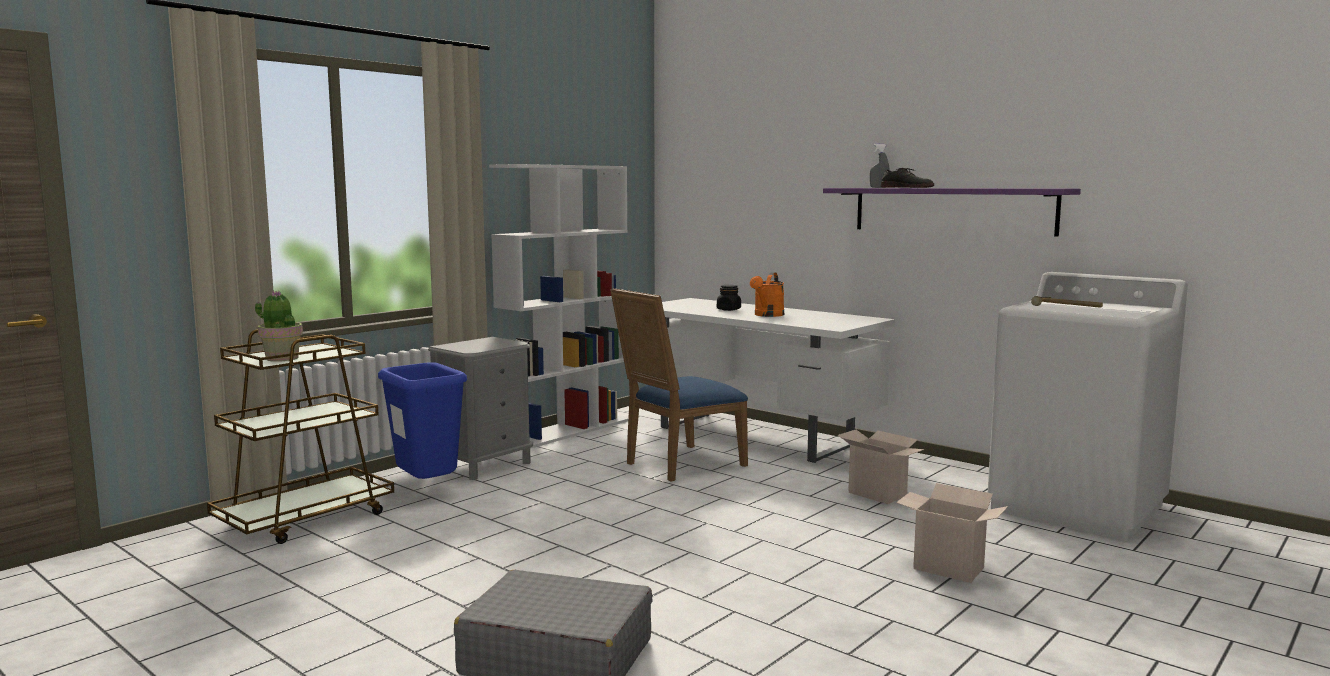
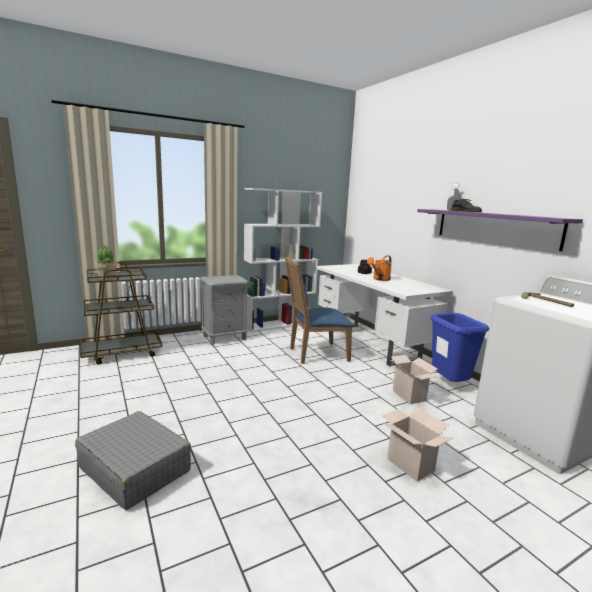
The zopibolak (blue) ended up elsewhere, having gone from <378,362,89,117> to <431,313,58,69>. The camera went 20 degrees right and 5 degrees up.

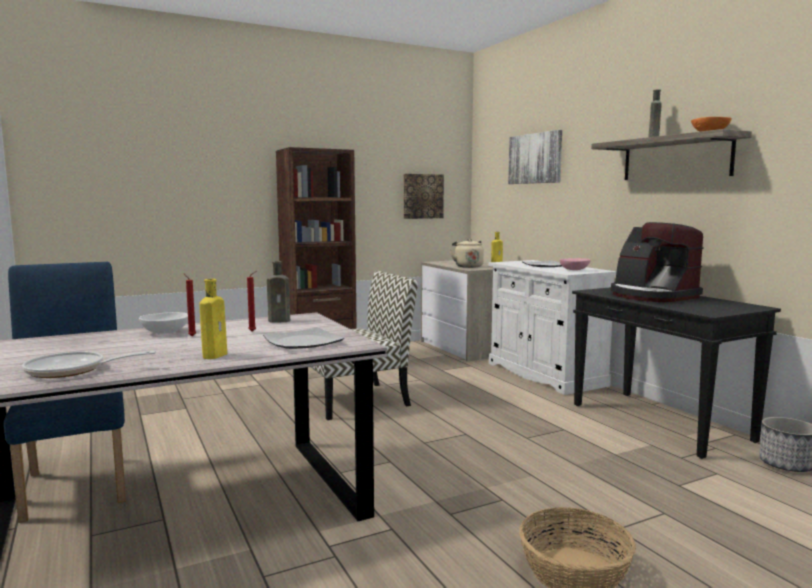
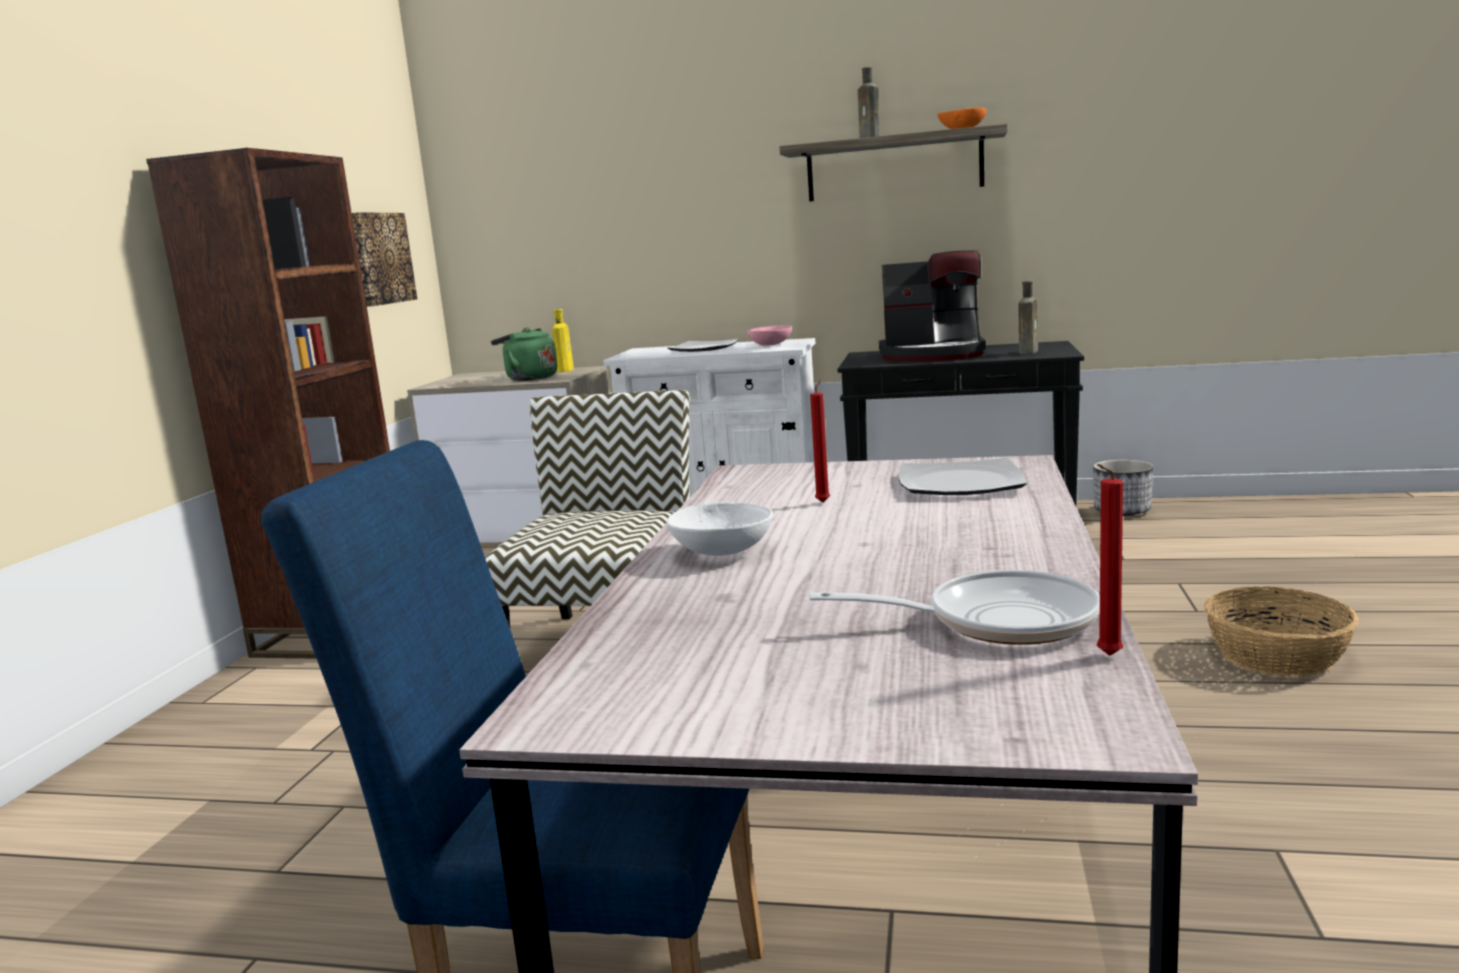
What was the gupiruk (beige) at <450,239,34,29> turned into the gupiruk (green) at <491,327,66,54>. The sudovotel at <22,351,134,27> ended up facing another way, 120 degrees counterclockwise from before. The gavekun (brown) ended up elsewhere, having gone from <267,261,23,62> to <1018,281,20,73>. The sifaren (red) ended up elsewhere, having gone from <184,274,12,62> to <1097,464,26,192>. The second view lost the gavekun (yellow) at <200,279,27,80>. The second view lost the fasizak at <508,130,54,54>. The camera went 50 degrees left and 5 degrees up.

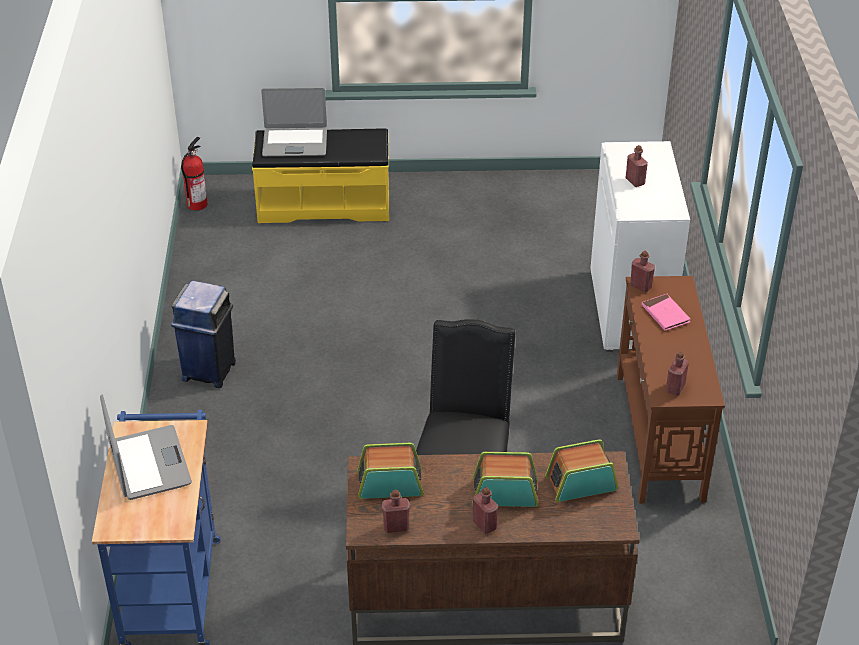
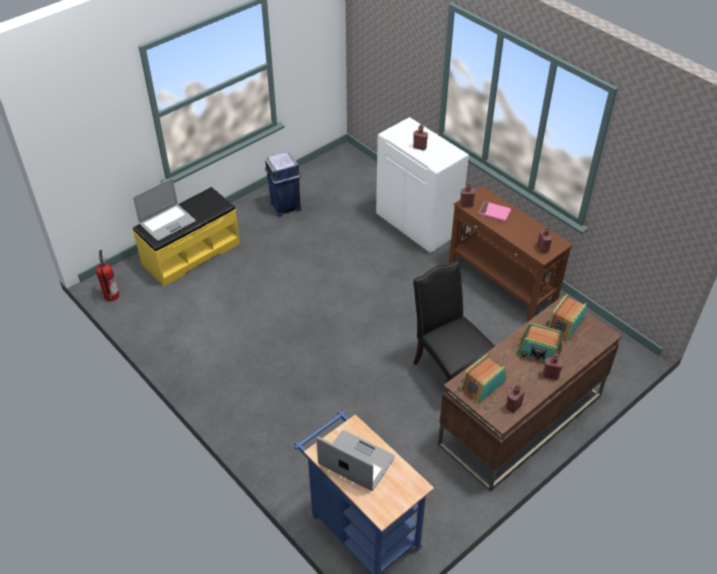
The zopibolak (blue) ended up elsewhere, having gone from <171,281,65,107> to <265,152,36,65>. The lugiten at <472,452,67,55> ended up facing another way, 120 degrees counterclockwise from before. The camera went 40 degrees left and 5 degrees up.

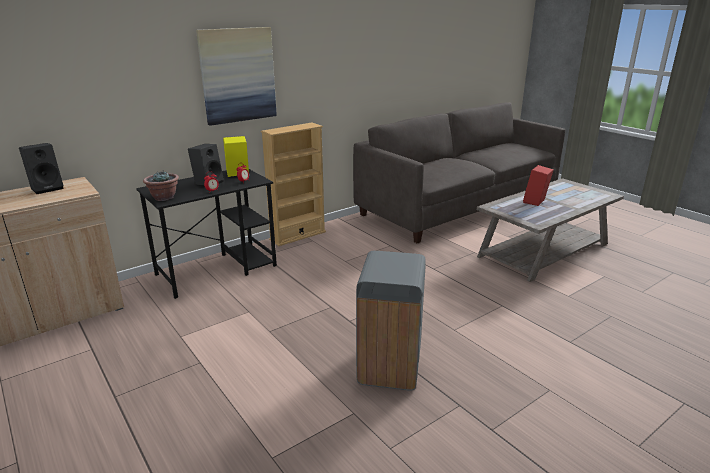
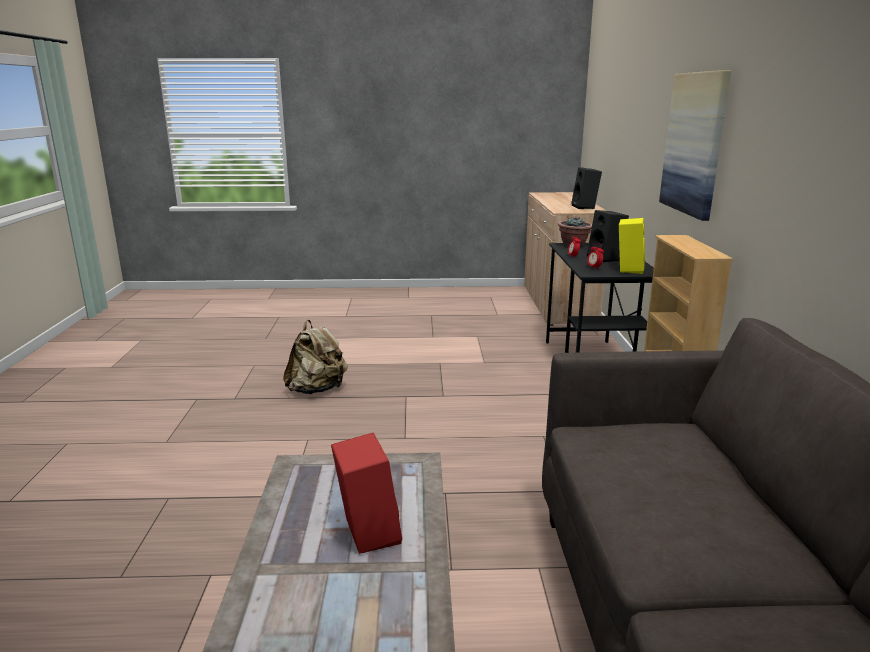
Where the zopibolak (grey) stood at <356,251,70,139>, the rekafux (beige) came to stand at <283,320,65,74>. The camera went 125 degrees right and 5 degrees down.

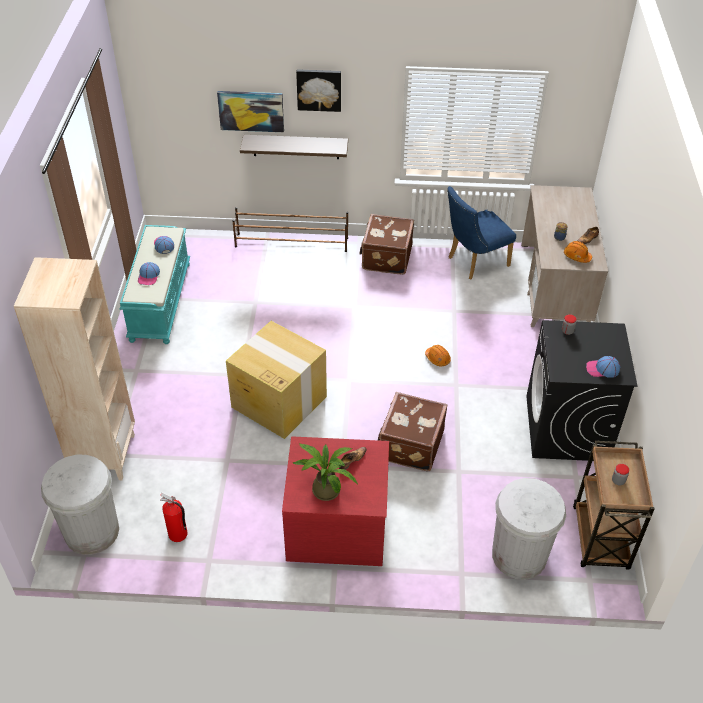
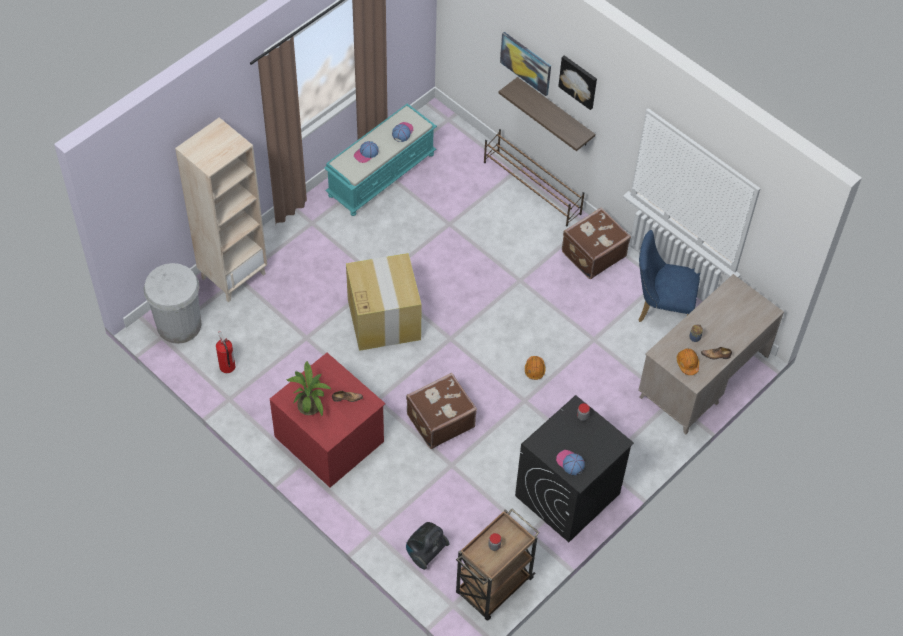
Where the zopibolak (white) stood at <492,478,74,102>, the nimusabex came to stand at <406,522,44,48>. The camera went 40 degrees right and 10 degrees up.

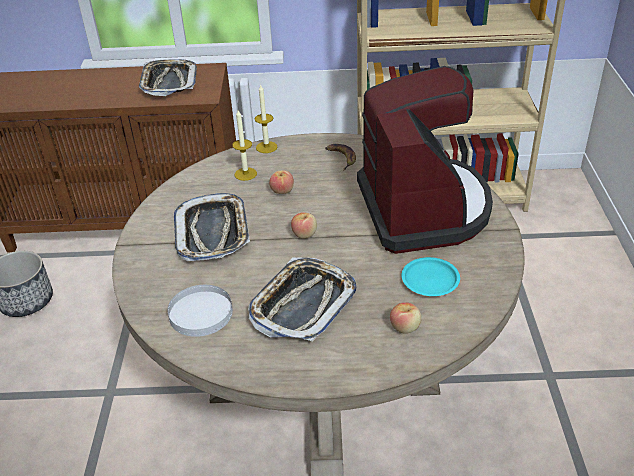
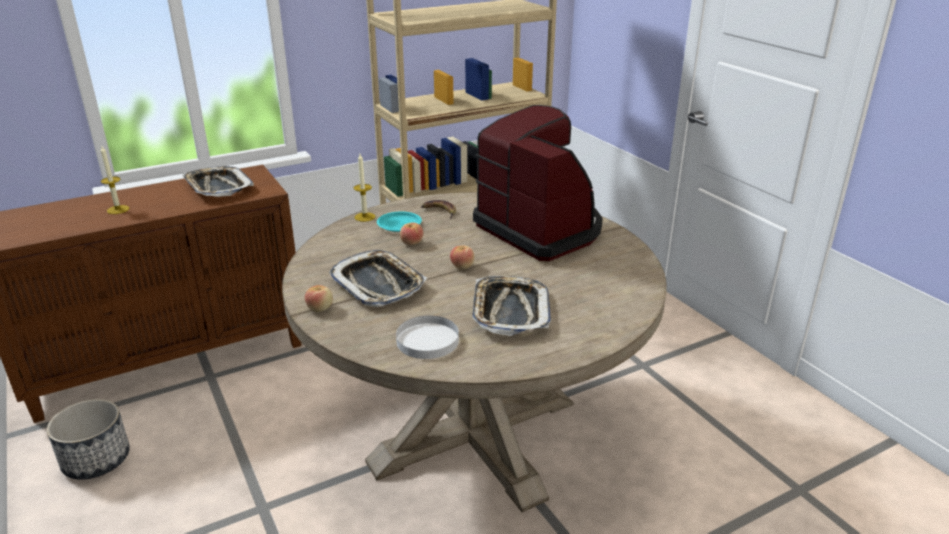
The sifaren ended up elsewhere, having gone from <232,110,25,71> to <101,146,29,68>. The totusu ended up elsewhere, having gone from <390,302,31,32> to <305,285,28,27>. The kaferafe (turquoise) ended up elsewhere, having gone from <402,257,58,39> to <377,211,45,21>. The camera went 30 degrees left and 10 degrees down.

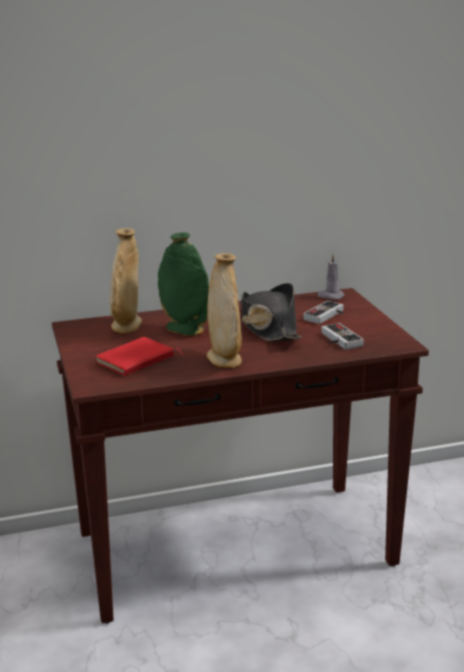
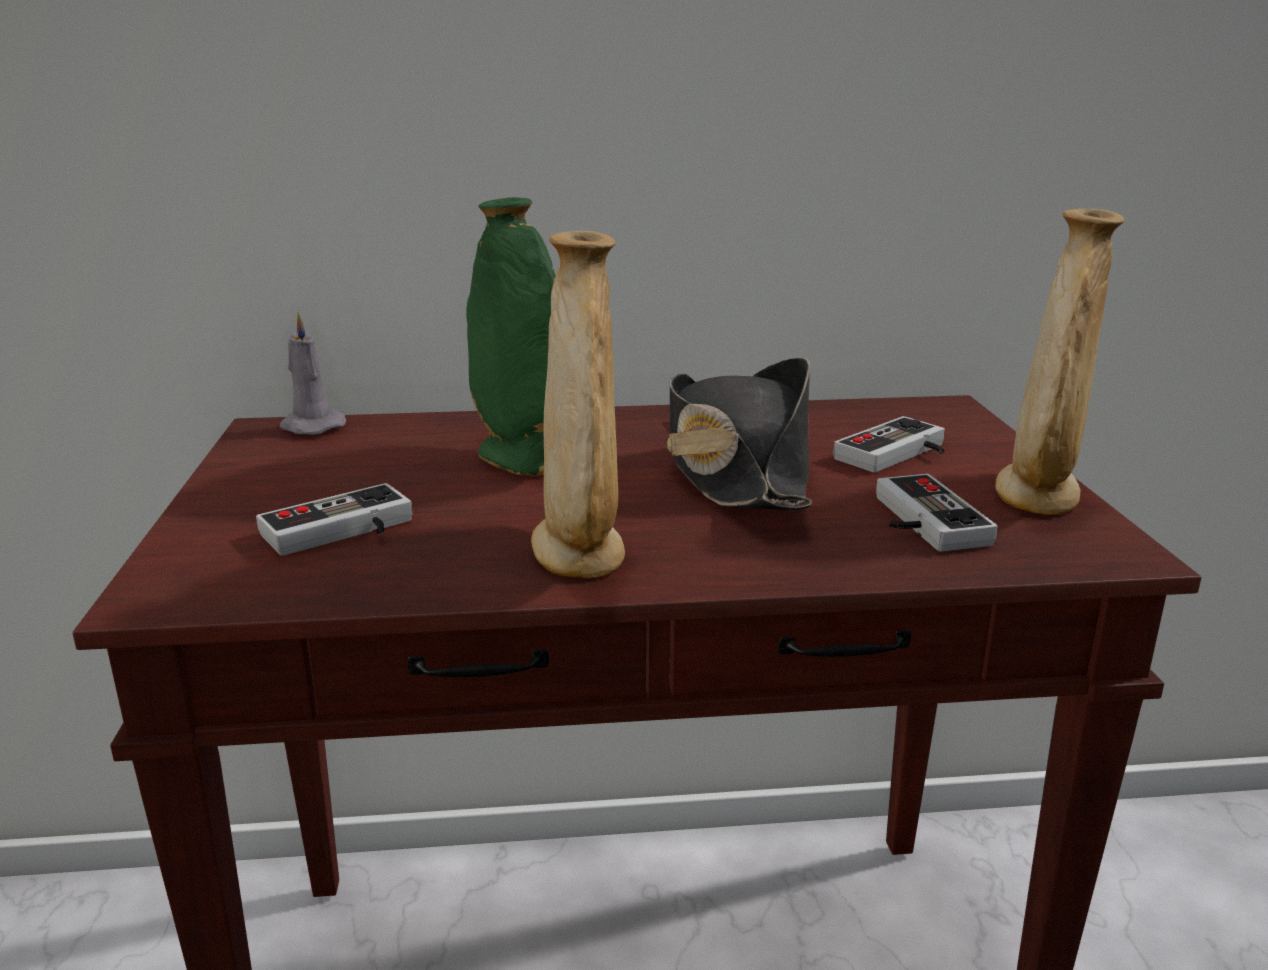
Where the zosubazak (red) stood at <95,337,89,39>, the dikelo came to stand at <256,483,156,73>. The sifaren (grey) ended up elsewhere, having gone from <317,254,28,46> to <279,312,67,123>. The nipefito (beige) ended up elsewhere, having gone from <110,228,32,106> to <995,209,130,306>. The camera went 10 degrees right and 0 degrees up.

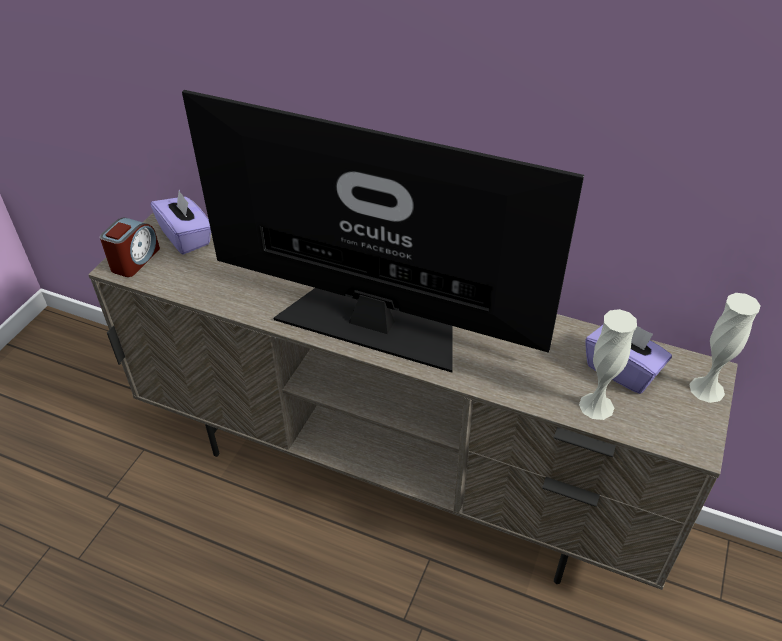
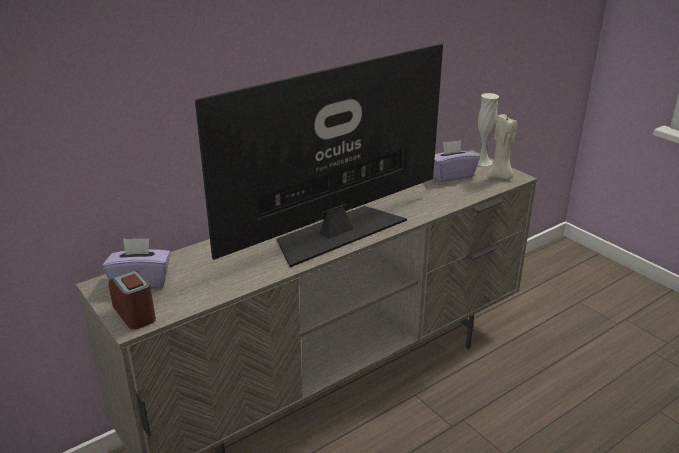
The second view gained the sifaren (beige) at <487,114,30,65>. The second view lost the nipefito (white) at <579,309,58,111>. The camera went 60 degrees left and 15 degrees down.

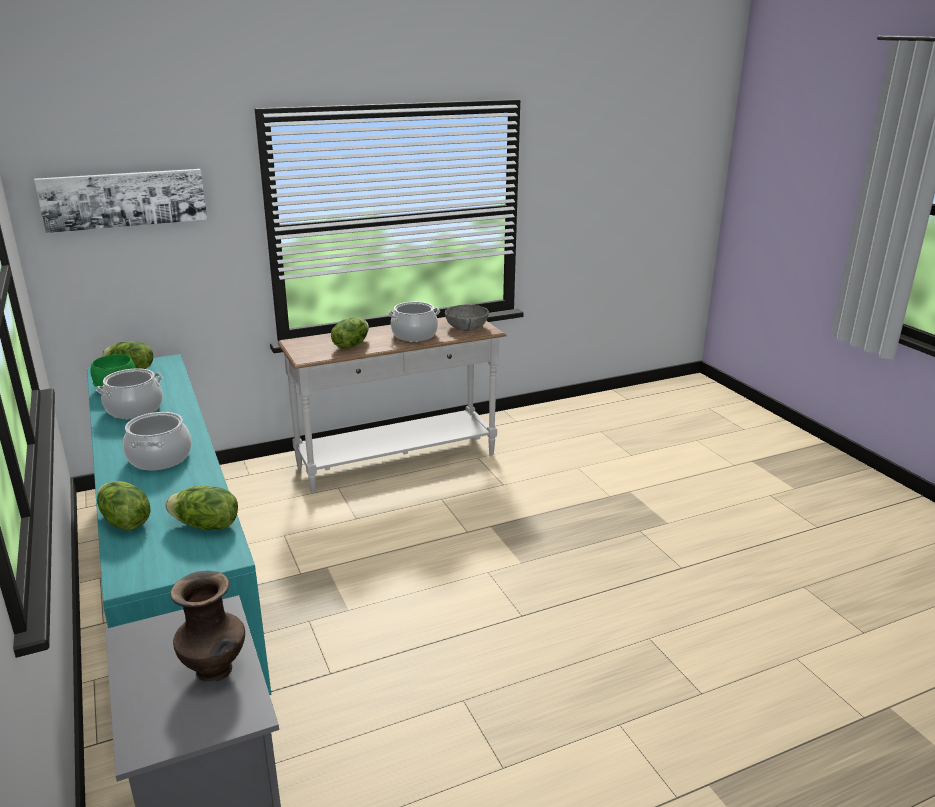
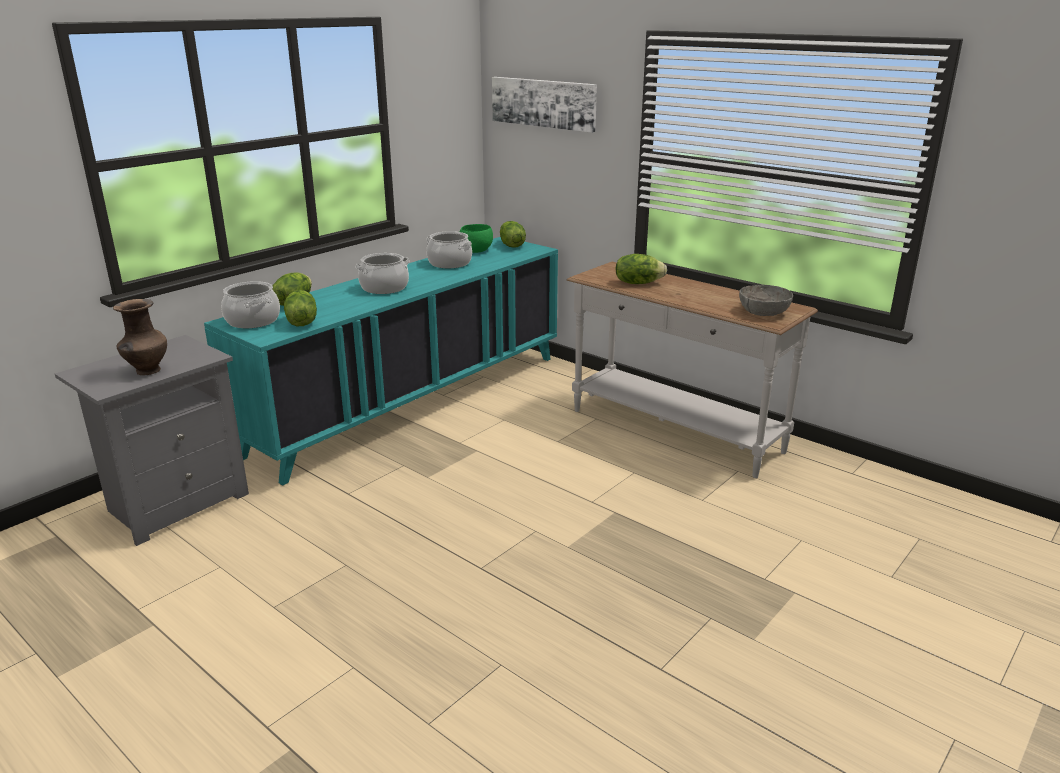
The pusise ended up elsewhere, having gone from <388,302,52,39> to <221,281,59,47>. The camera went 65 degrees right and 0 degrees up.

